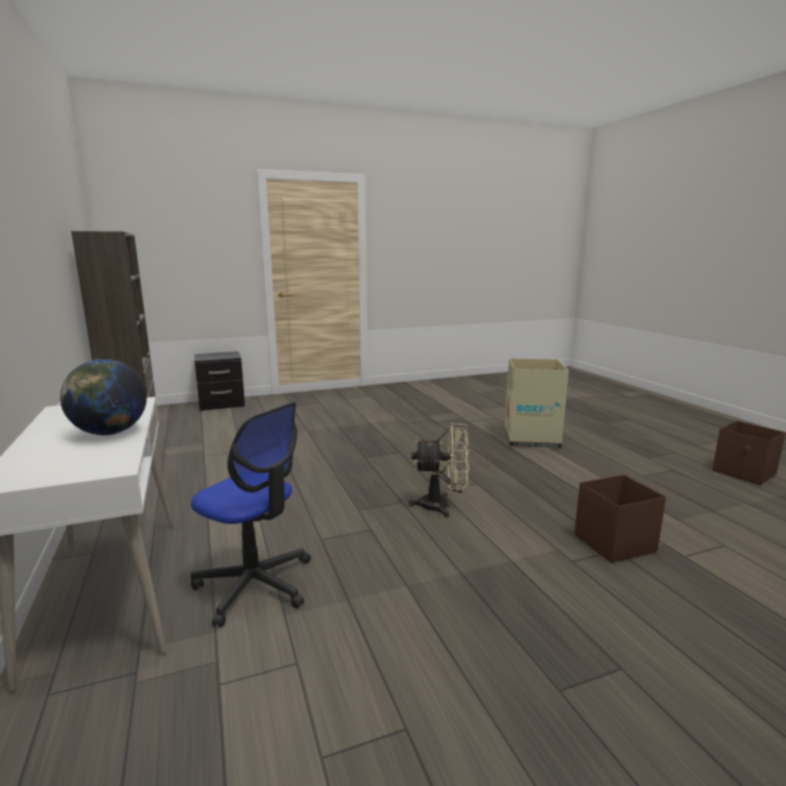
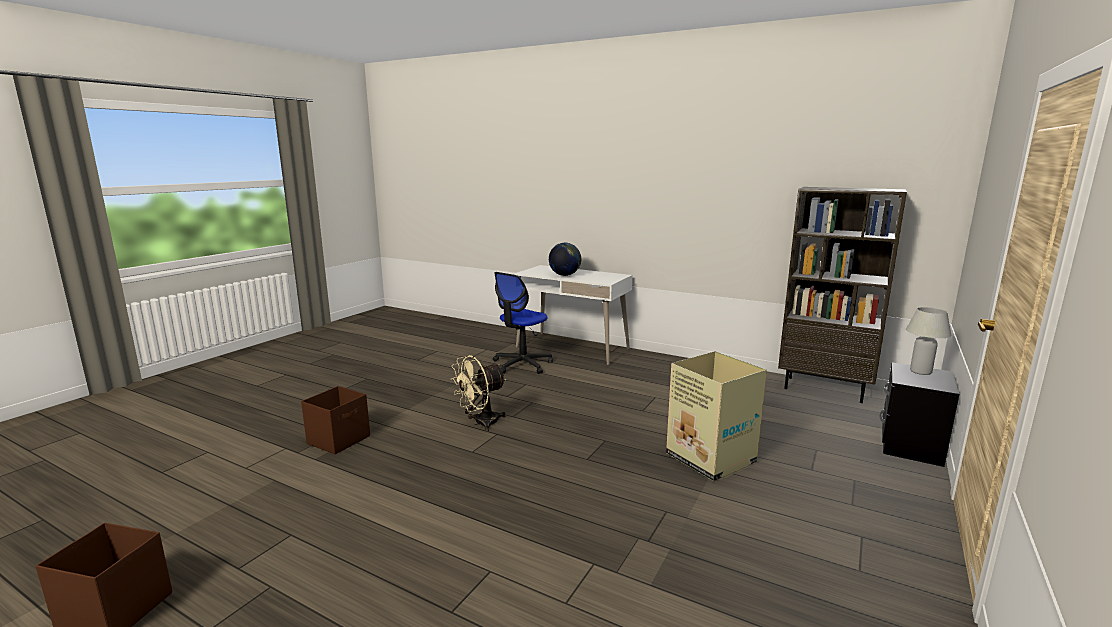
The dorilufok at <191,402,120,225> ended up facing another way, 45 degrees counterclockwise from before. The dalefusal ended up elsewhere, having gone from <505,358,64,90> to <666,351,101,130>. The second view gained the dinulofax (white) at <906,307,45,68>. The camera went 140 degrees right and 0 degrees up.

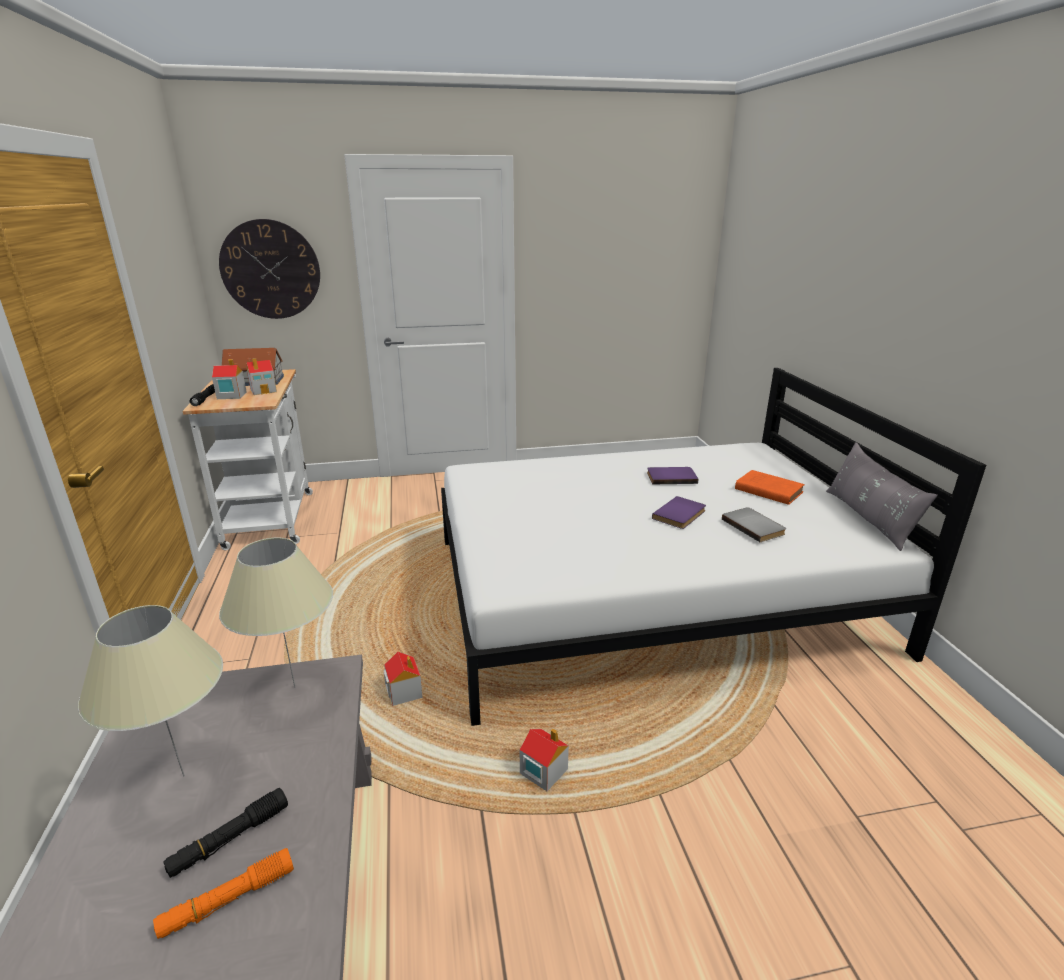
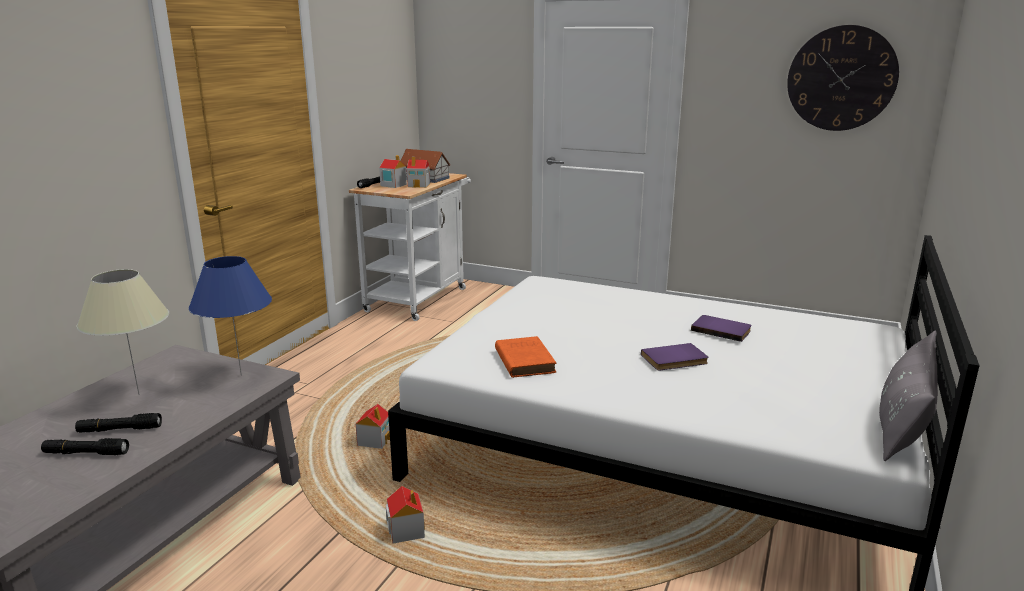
What was the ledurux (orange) at <153,848,141,91> turned into the ledurux (black) at <41,438,88,17>. What was the dinulofax (beige) at <219,538,114,150> turned into the dinulofax (blue) at <189,256,83,120>. The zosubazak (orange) ended up elsewhere, having gone from <735,470,70,35> to <495,336,62,42>. The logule ended up elsewhere, having gone from <219,219,101,100> to <787,25,112,106>. The second view lost the zosubazak (grey) at <722,507,64,35>. The camera went 35 degrees right and 5 degrees down.

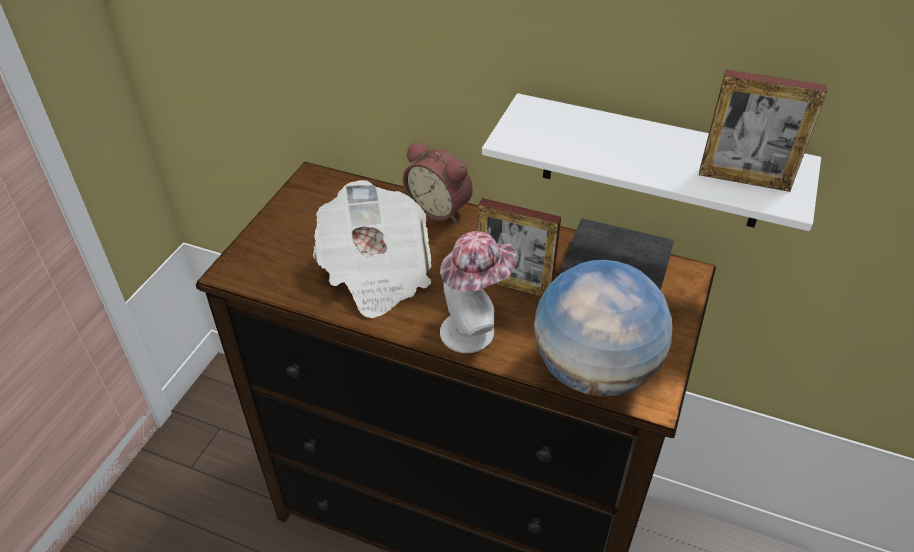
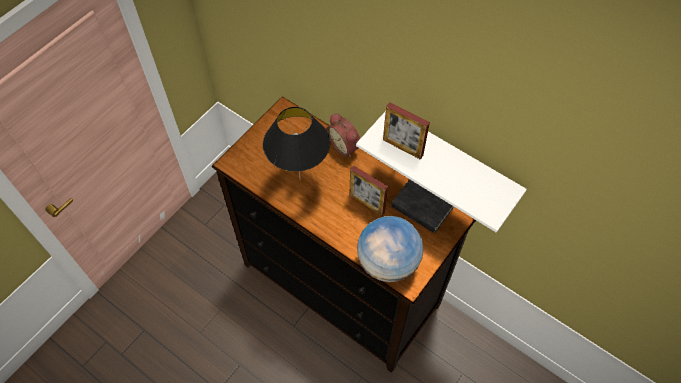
Where the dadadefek stood at <313,180,118,138>, the dinulofax (black) came to stand at <263,107,67,71>. The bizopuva ended up elsewhere, having gone from <699,70,128,122> to <383,102,47,58>. The second view lost the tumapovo at <440,231,77,122>. The camera went 15 degrees right and 15 degrees up.

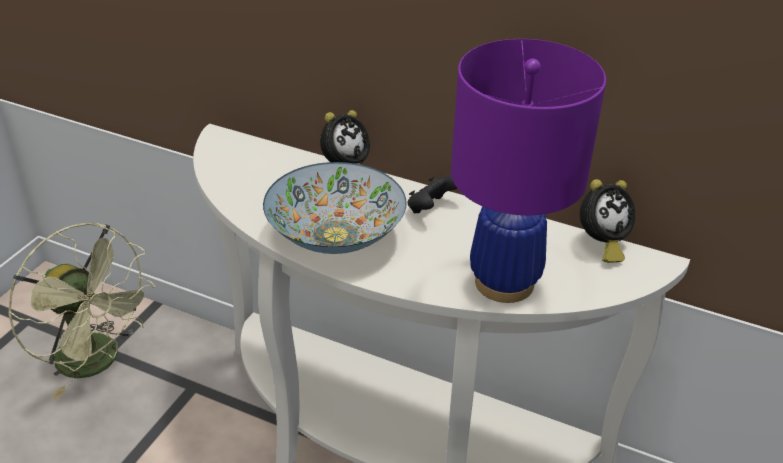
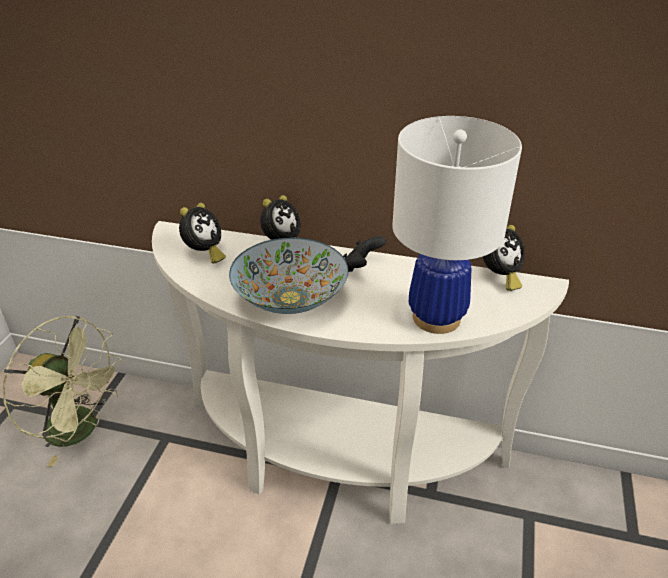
The second view gained the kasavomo at <179,203,47,61>. What was the dinulofax (purple) at <451,39,155,264> turned into the dinulofax (white) at <392,116,130,218>. The camera went 10 degrees left and 0 degrees up.

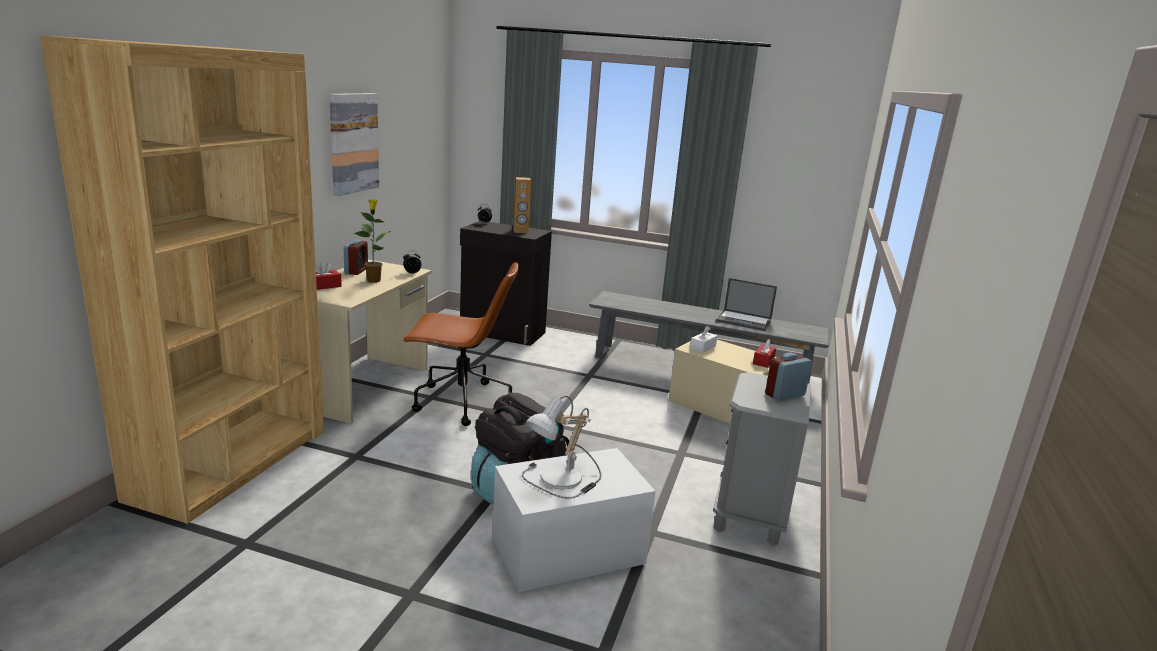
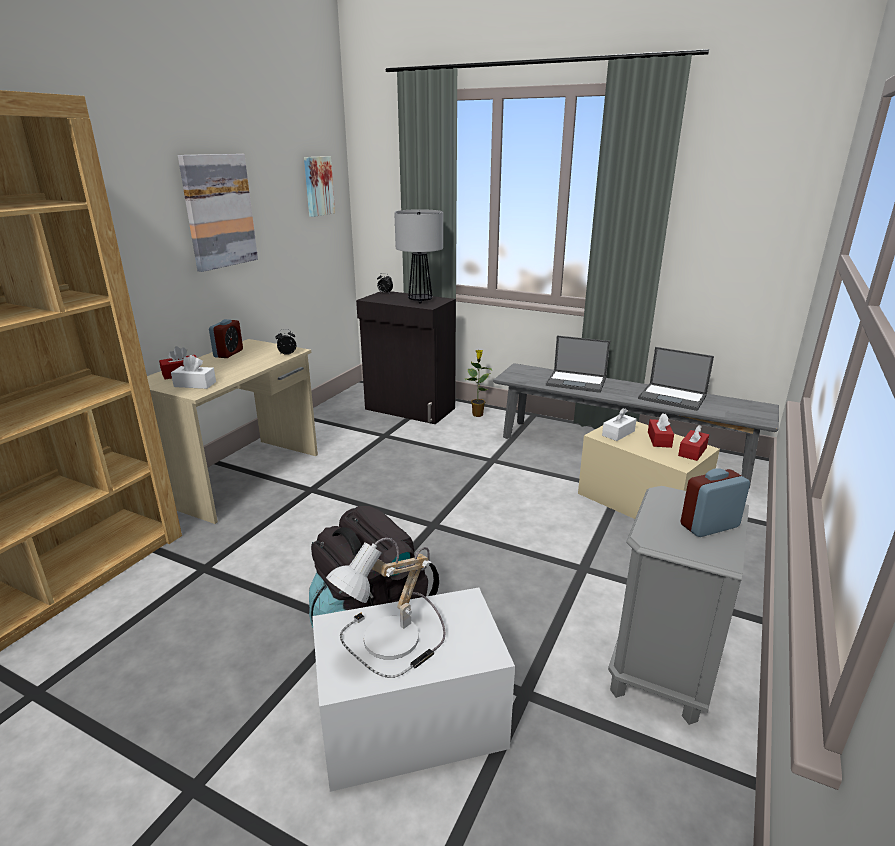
The second view gained the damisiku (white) at <171,355,45,34>. The second view gained the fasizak at <304,156,31,61>. Where the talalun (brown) stood at <513,177,18,56>, the dinulofax came to stand at <394,209,49,94>. The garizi ended up elsewhere, having gone from <353,199,37,84> to <465,350,27,67>. The second view gained the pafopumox at <546,336,64,57>. The second view gained the damisiku (red) at <648,413,26,35>. The second view lost the dorilufok (brown) at <402,262,117,164>. The camera went 10 degrees right and 5 degrees up.

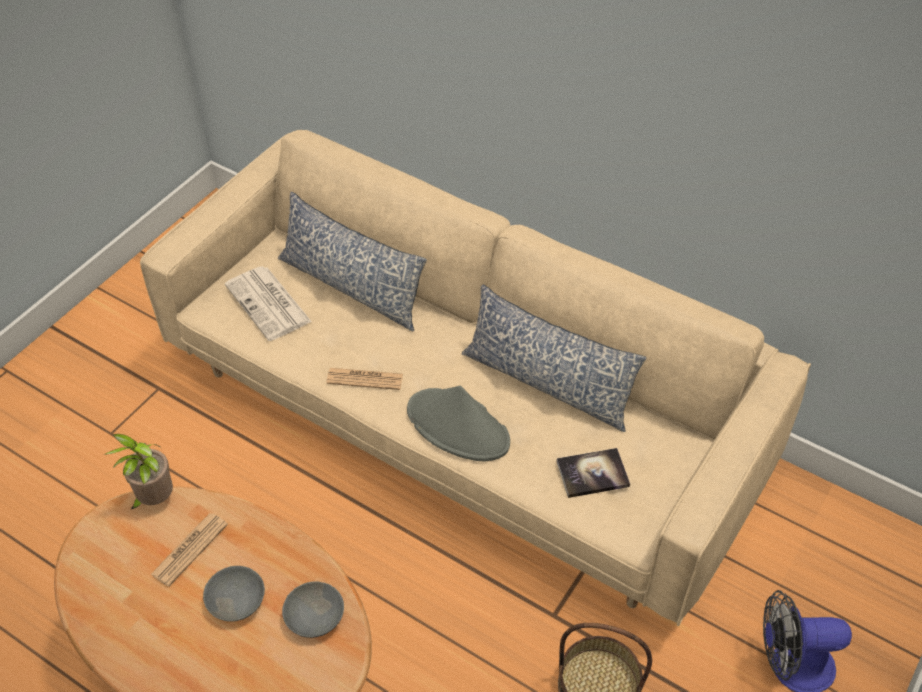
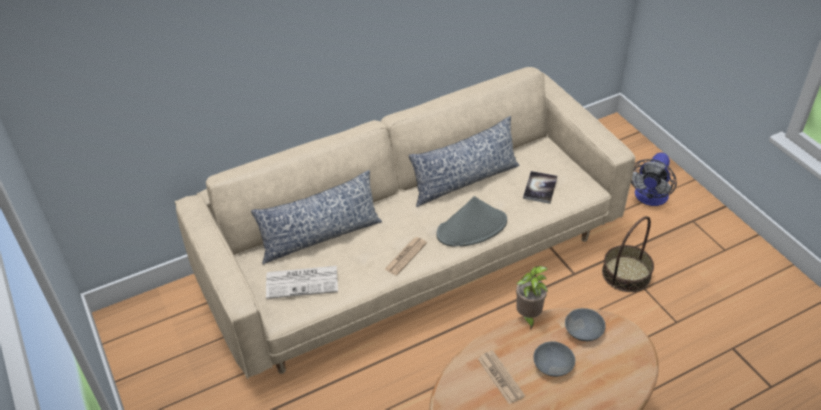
The garizi ended up elsewhere, having gone from <105,434,68,76> to <516,266,32,64>. The camera went 60 degrees left and 5 degrees down.

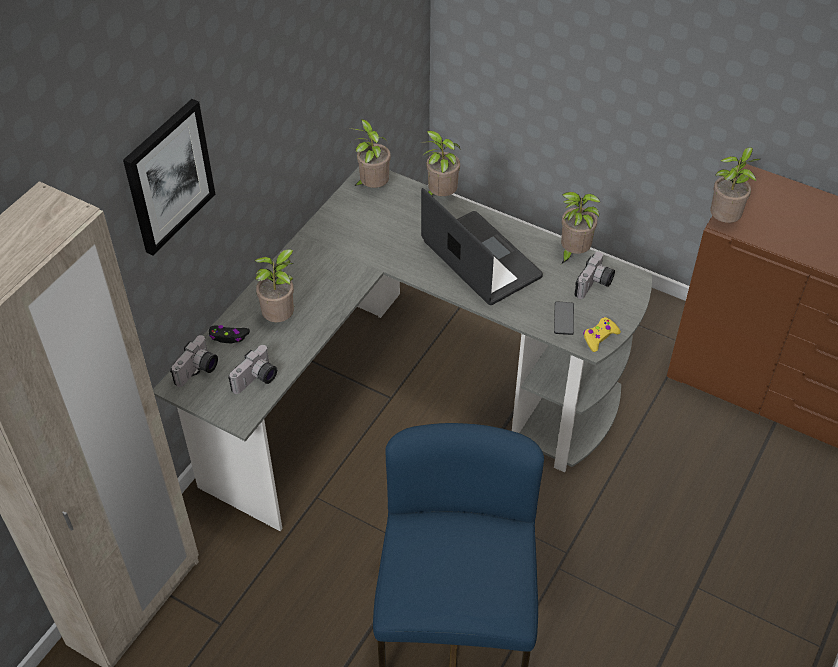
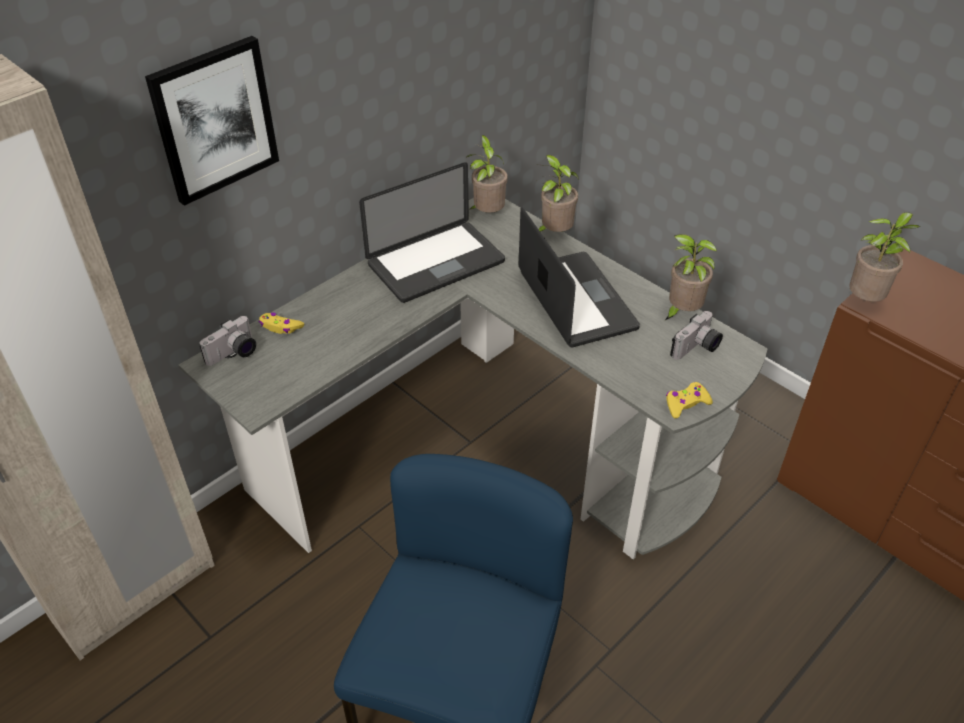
What was the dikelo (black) at <209,325,41,18> turned into the dikelo (yellow) at <259,313,45,21>. The second view gained the pafopumox at <359,162,146,141>. The second view lost the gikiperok at <228,345,49,49>. The second view lost the garizi at <255,249,41,73>. The second view lost the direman at <554,301,20,34>. The camera went 15 degrees right and 5 degrees down.

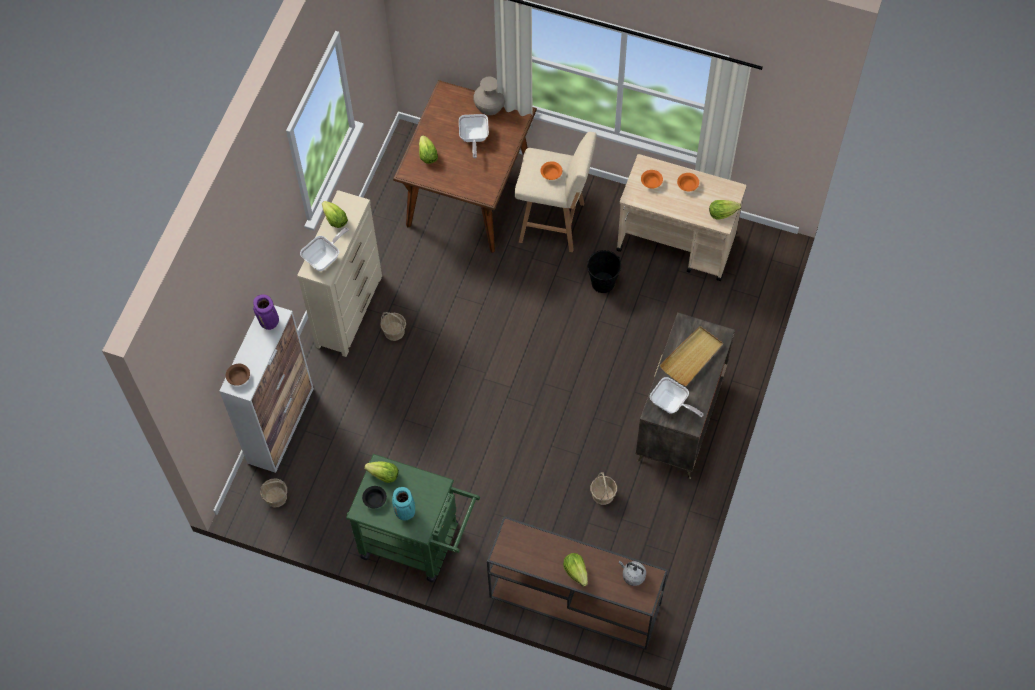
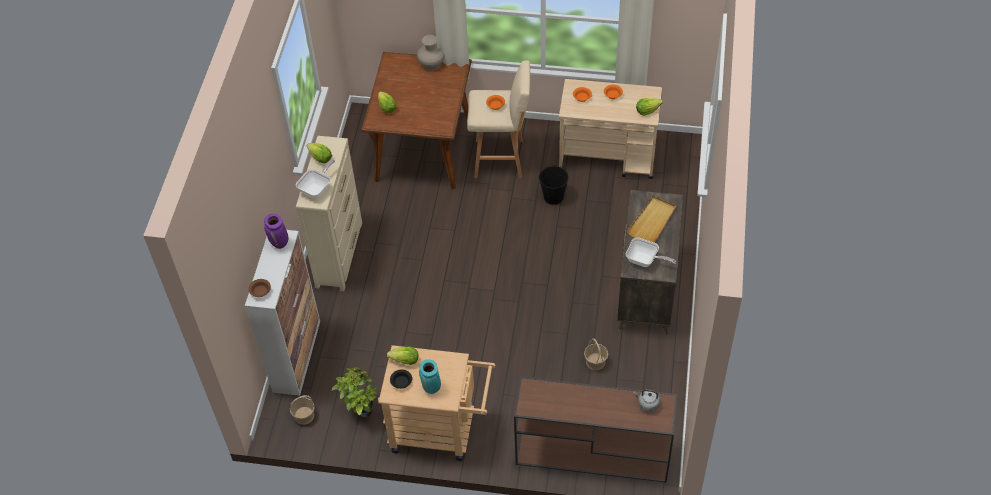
The second view gained the garizi at <332,367,45,50>. What was the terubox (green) at <346,454,134,128> turned into the terubox (beige) at <378,345,117,116>. The second view lost the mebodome at <380,312,26,29>. The second view lost the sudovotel at <459,114,30,44>. The second view lost the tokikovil at <563,553,25,34>. The camera went 10 degrees left and 10 degrees down.

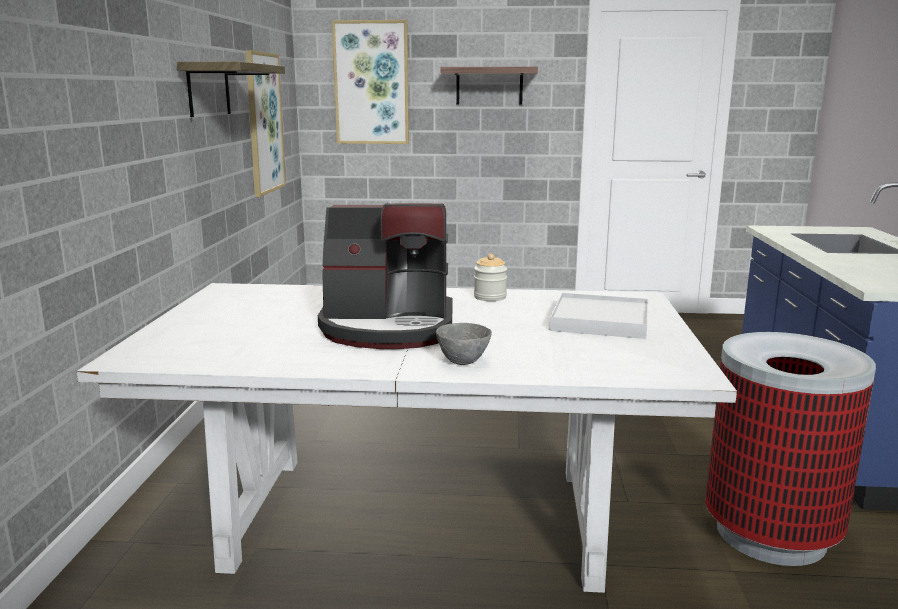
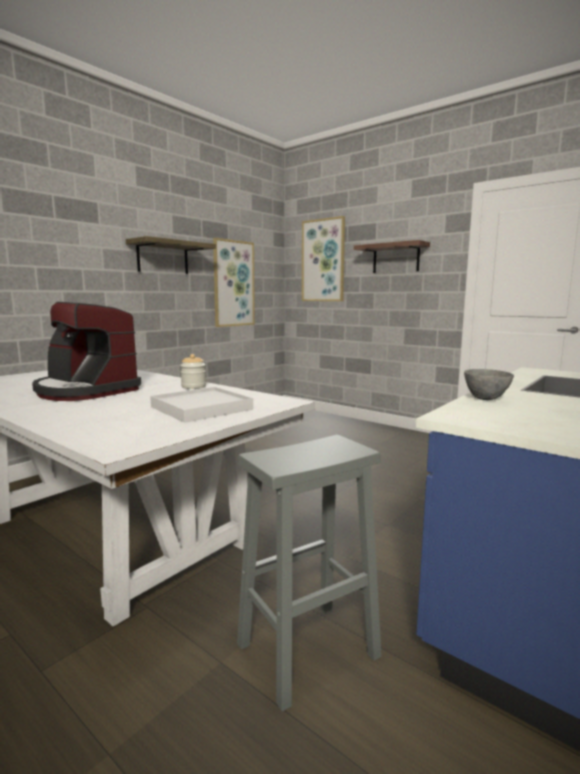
Where the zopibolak stood at <705,332,171,234>, the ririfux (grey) came to stand at <237,435,145,277>. The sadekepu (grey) ended up elsewhere, having gone from <436,323,56,42> to <464,369,50,31>. The camera went 35 degrees right and 5 degrees down.

